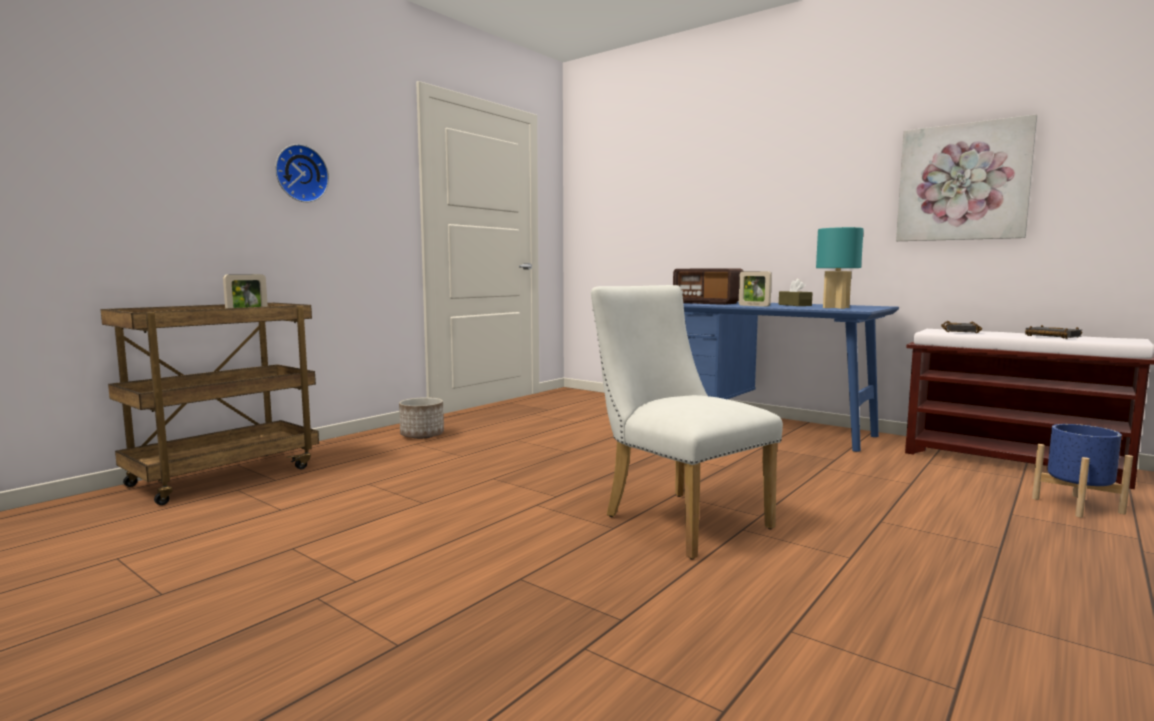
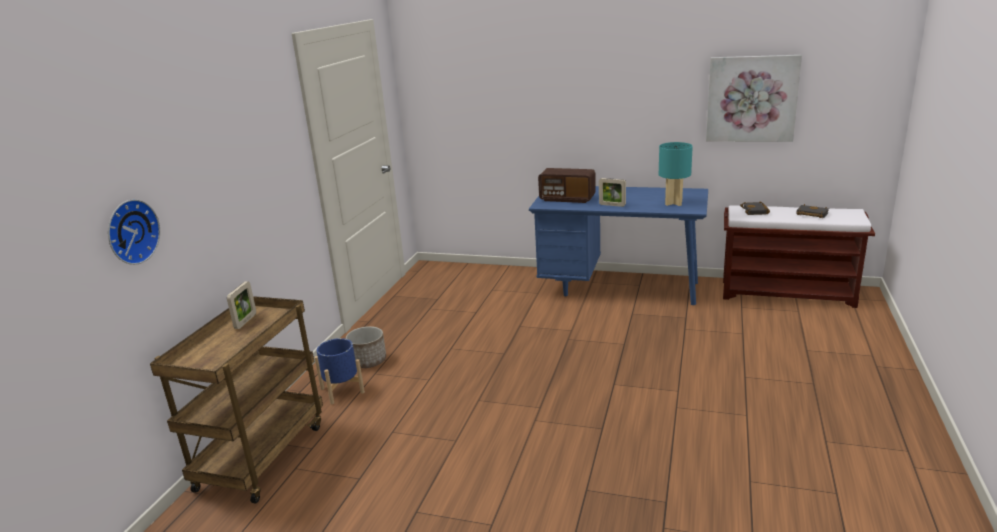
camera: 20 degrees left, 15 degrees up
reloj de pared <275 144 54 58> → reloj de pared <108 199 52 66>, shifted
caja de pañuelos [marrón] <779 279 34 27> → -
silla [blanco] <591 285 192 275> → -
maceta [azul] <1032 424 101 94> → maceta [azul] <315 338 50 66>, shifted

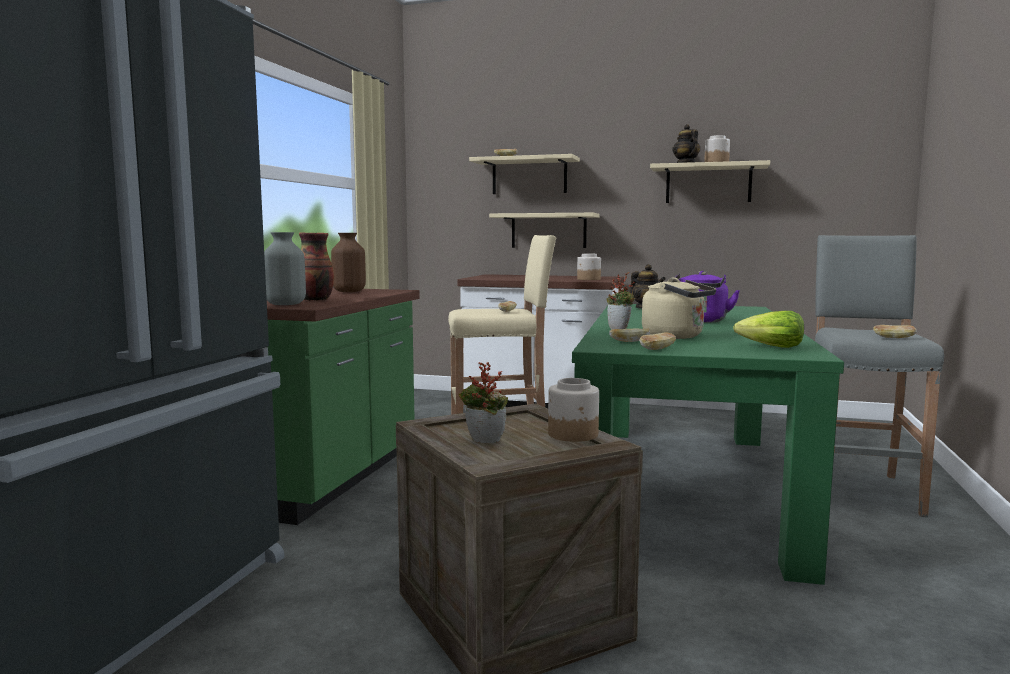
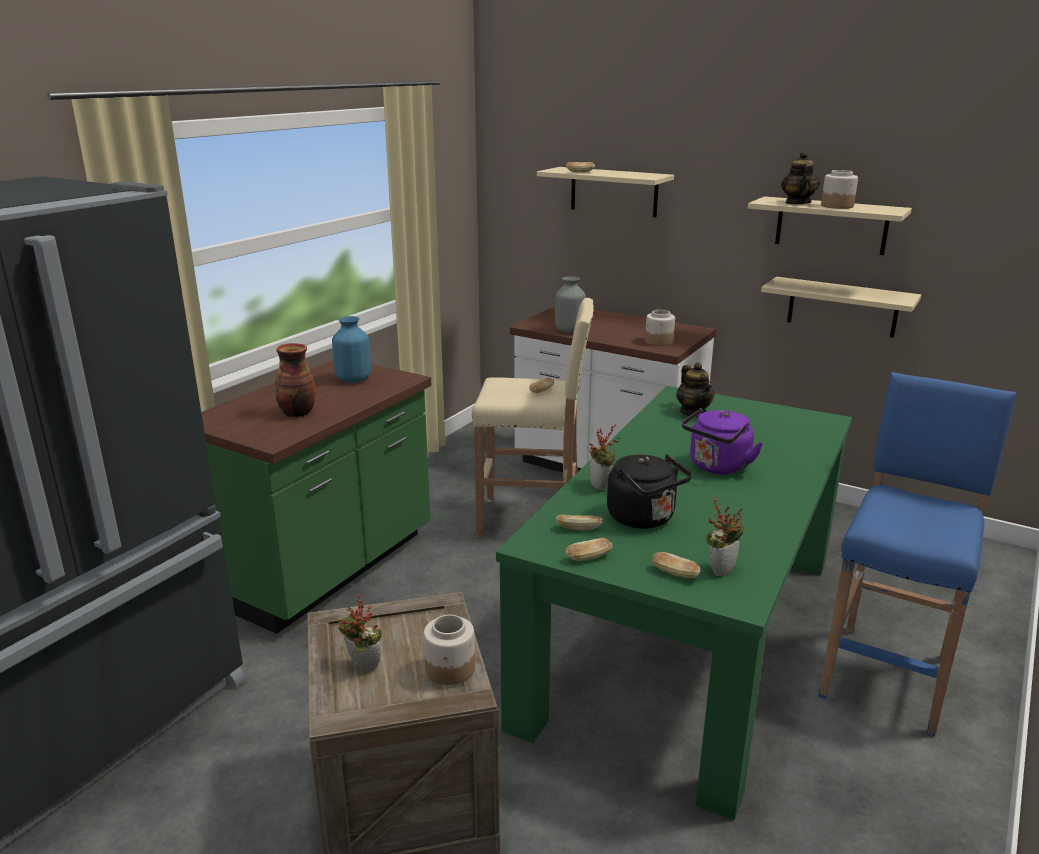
camera: 15 degrees right, 15 degrees up
estante [beis] <489 213 110 35> → estante [beis] <761 277 160 61>, shifted
florero [gris] <264 232 42 73> → florero [gris] <555 276 31 57>, shifted
florero [marrón] <331 233 35 59> → florero [azul] <332 316 39 67>
taburete [gris] <815 235 129 282> → taburete [azul] <818 372 198 365>
hervidor [beis] <642 277 74 62> → hervidor [negro] <607 454 85 75>
lechuga <733 311 71 37> → planta en maceta <706 497 38 79>
pan <873 325 44 13> → pan <652 552 48 26>, shifted

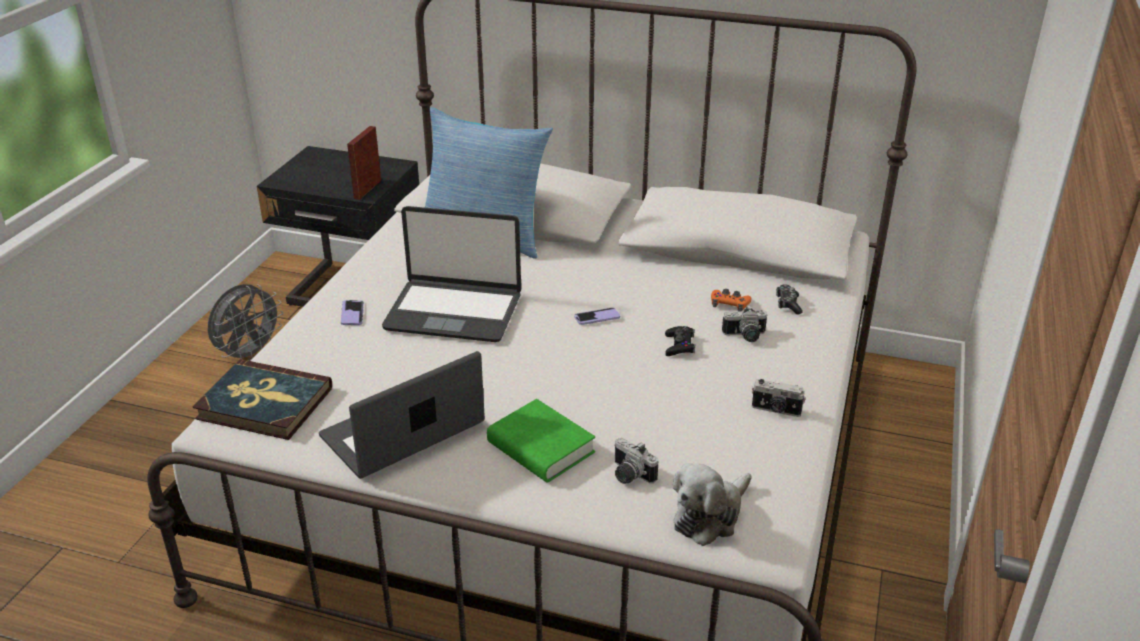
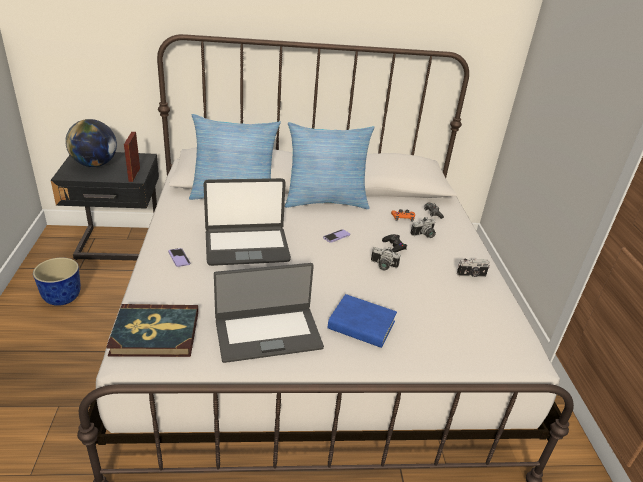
camera: 25 degrees left, 0 degrees up
ventilador [gris] <208 284 75 77> → maceta <33 258 48 48>
portátil <319 351 166 128> → portátil <214 263 110 100>, 135 degrees counterclockwise
libro [verde] <487 399 108 83> → libro [azul] <328 294 69 54>
cámara <614 438 44 46> → cámara <371 247 30 23>, shifted
peluche <673 463 79 83> → -
- → globo terráqueo <65 119 52 48>
- → cojín <285 122 89 87>

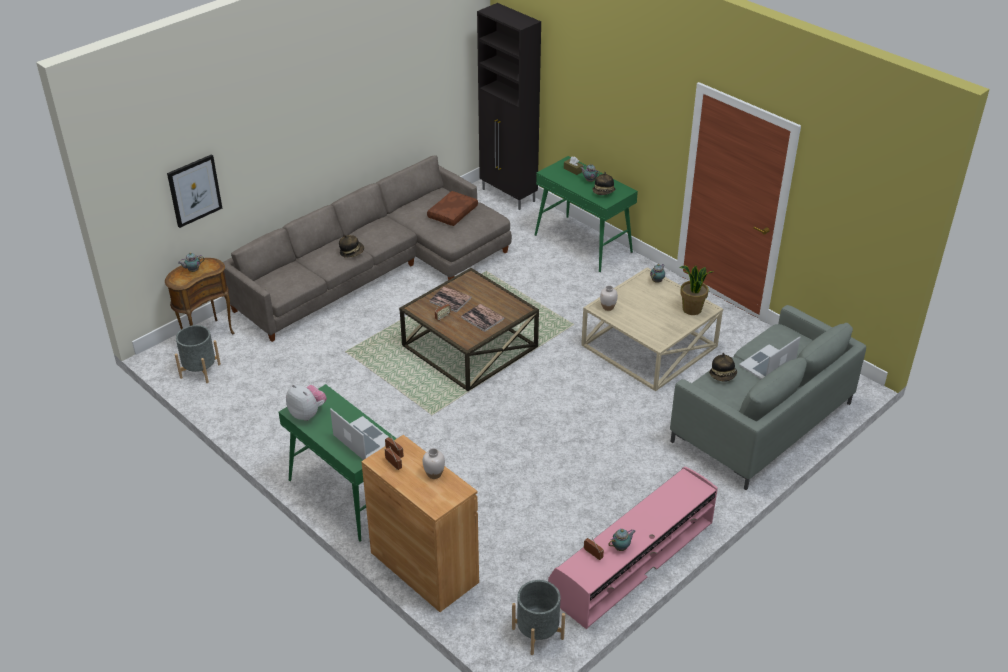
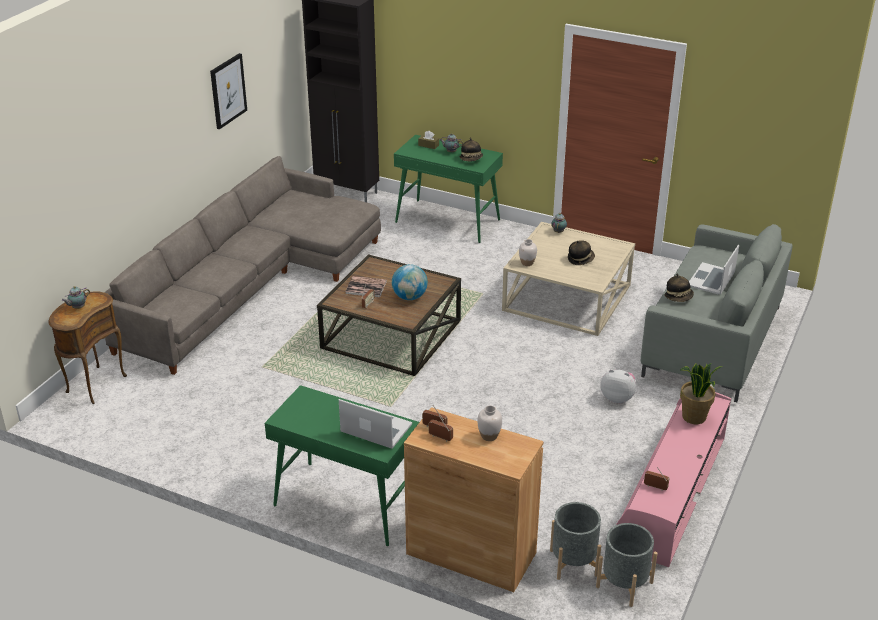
camera: 20 degrees left, 5 degrees down
cuadro <167 154 55 74> → cuadro <210 53 37 76>, shifted
cojín [marrón] <427 191 51 35> → -
sombrero <339 235 25 23> → sombrero <568 241 27 24>, shifted
planta en maceta <679 266 34 49> → planta en maceta <680 363 41 61>, shifted
libro <461 304 44 28> → globo terráqueo <392 264 36 36>
maceta [gris] <175 325 46 58> → maceta [gris] <550 502 51 78>, shifted
peluche <286 384 41 37> → peluche <601 369 35 35>, shifted
tetera <608 529 28 22> → -

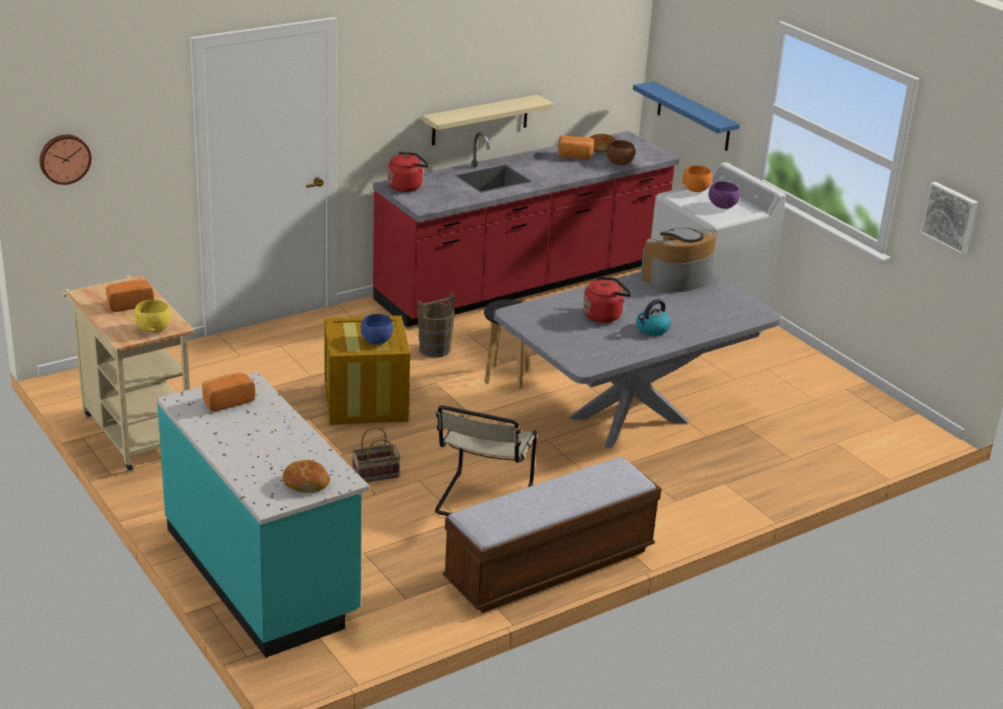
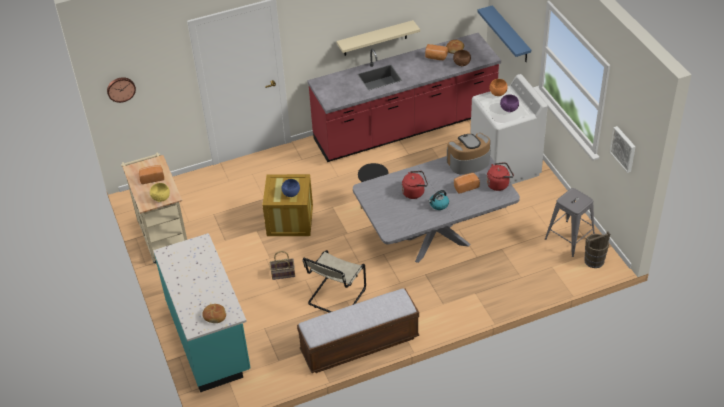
camera: 15 degrees right, 15 degrees up
hervidor [rojo] <387 152 42 40> → hervidor [rojo] <487 162 27 29>, shifted
cubo [marrón] <418 293 37 65> → cubo [marrón] <584 231 26 37>, shifted
pan <202 372 53 40> → pan <454 173 26 21>, shifted
- → taburete [gris] <545 188 50 69>

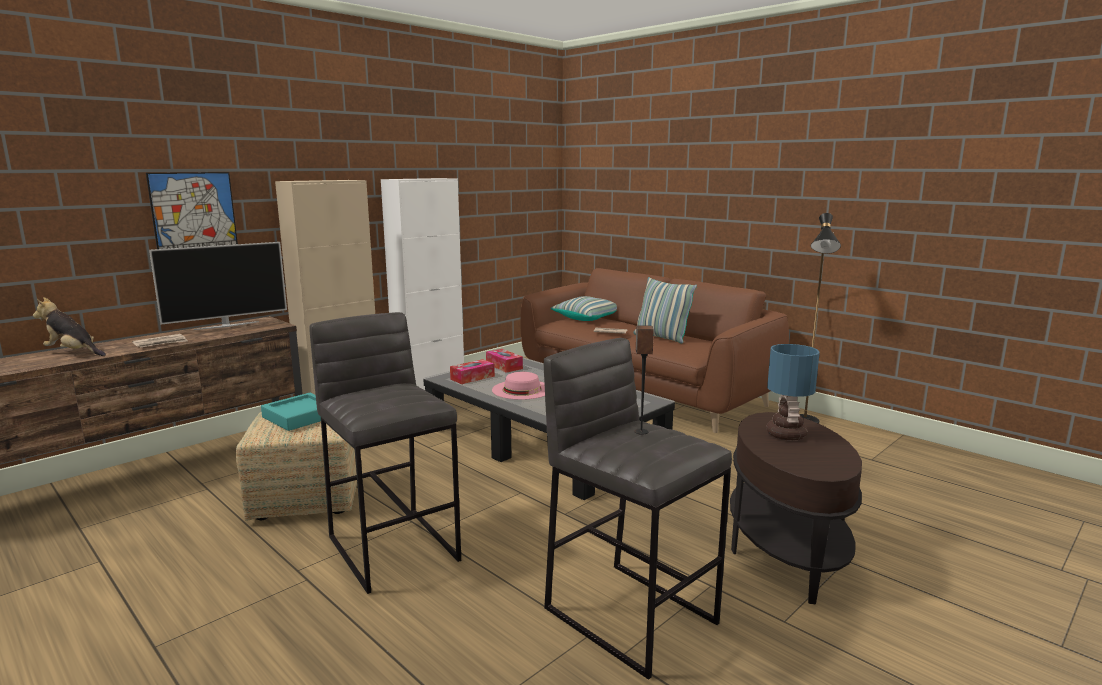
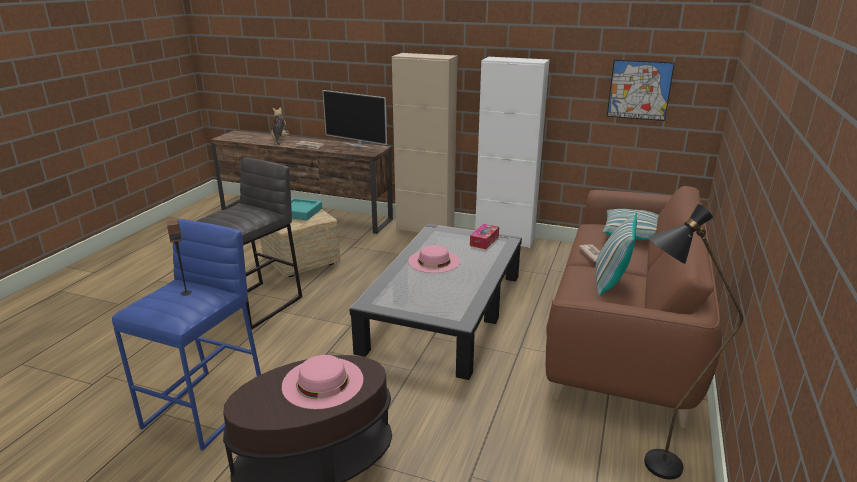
camera: 65 degrees right, 10 degrees up
cuadro <146 172 92 77> → cuadro <607 60 68 61>, shifted
taburete [gris] <544 338 188 342> → taburete [azul] <112 219 149 232>
lámpara de mesa <766 344 54 97> → sombrero [rosa] <282 355 81 54>
caja de pañuelos <450 359 45 25> → -

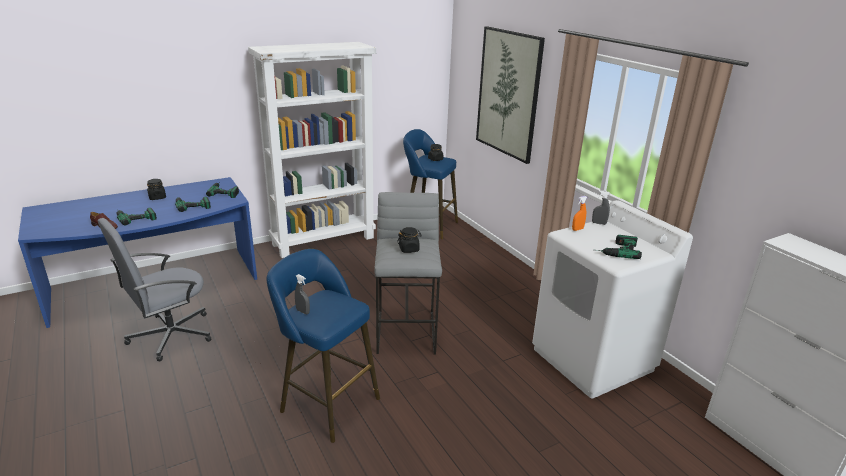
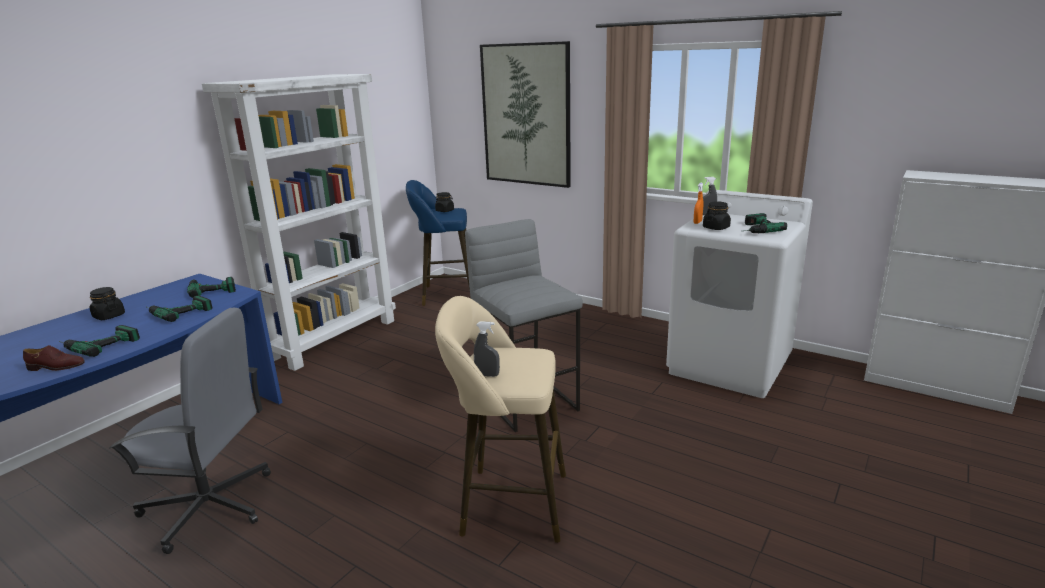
camera: 25 degrees left, 5 degrees down
silla de oficina [gris] <98 218 113 143> → silla de oficina [gris] <109 308 162 246>, 105 degrees counterclockwise
tarro [negro] <397 227 25 26> → tarro [negro] <703 201 28 29>, shifted
taburete [azul] <266 249 114 194> → taburete [beis] <435 296 131 247>

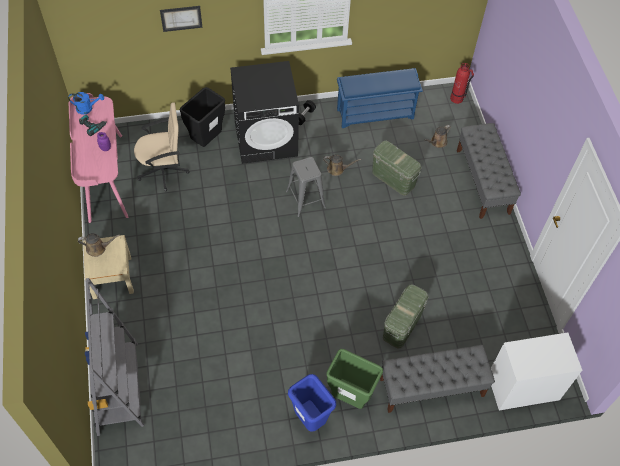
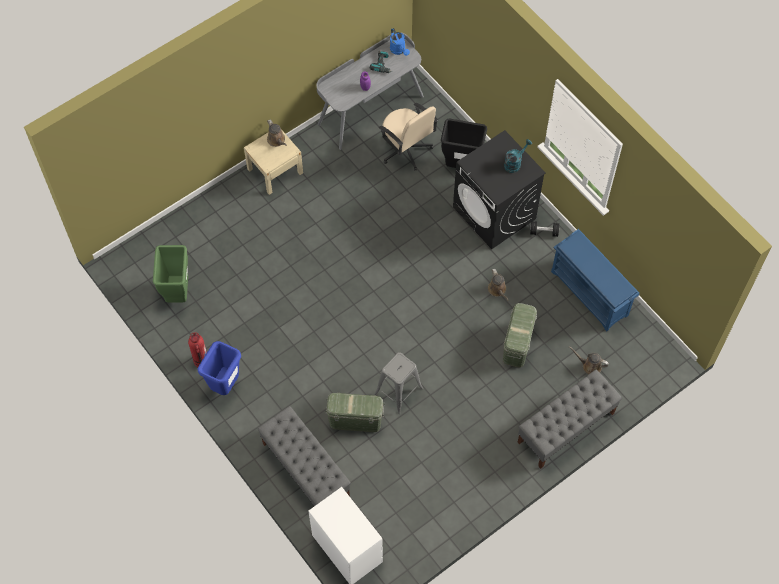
camera: 65 degrees right, 5 degrees up
cuadro <160 6 43 26> → -
extintor <450 63 24 41> → extintor <188 332 19 35>, shifted
escritorio [rosa] <69 93 59 130> → escritorio [gris] <316 32 108 118>
taburete [gris] <286 157 40 60> → taburete [gris] <374 352 49 62>, shifted
estantería [gris] <85 278 59 158> → -
papelera [verde] <327 349 56 60> → papelera [verde] <153 245 35 58>, shifted
- → regadera [turquesa] <504 139 28 34>

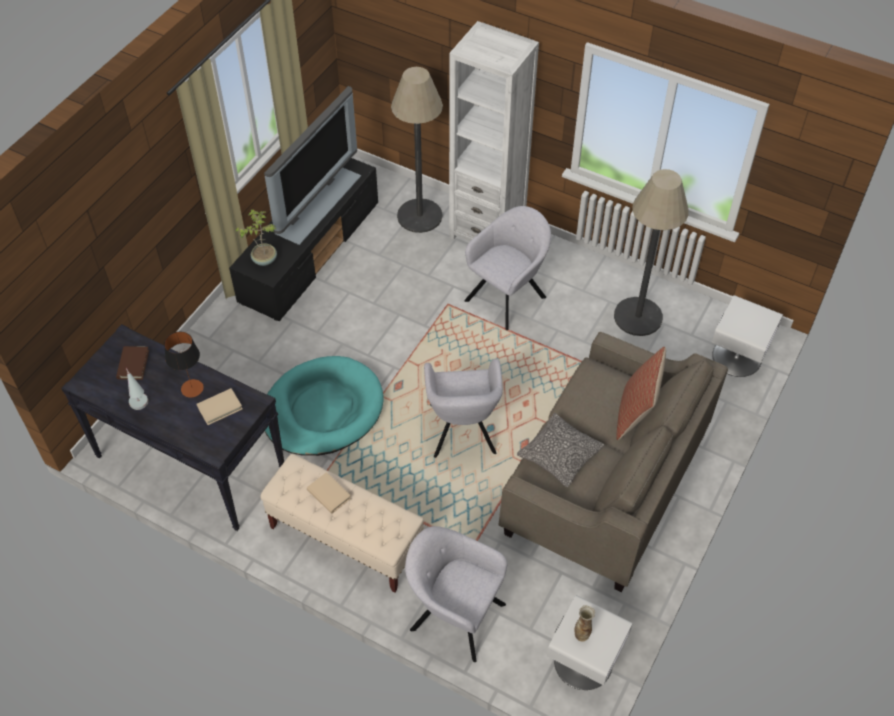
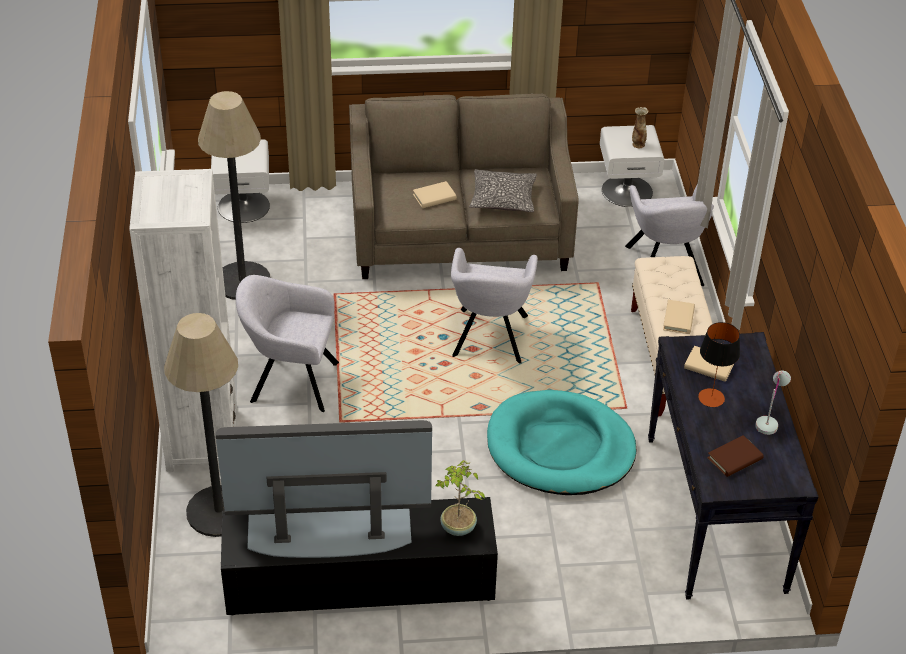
camera: 125 degrees left, 10 degrees down
cojín <616 347 50 93> → -
sillón [gris] <424 359 79 99> → sillón [gris] <451 248 87 116>, 135 degrees clockwise
- → libro [beis] <413 181 44 27>

